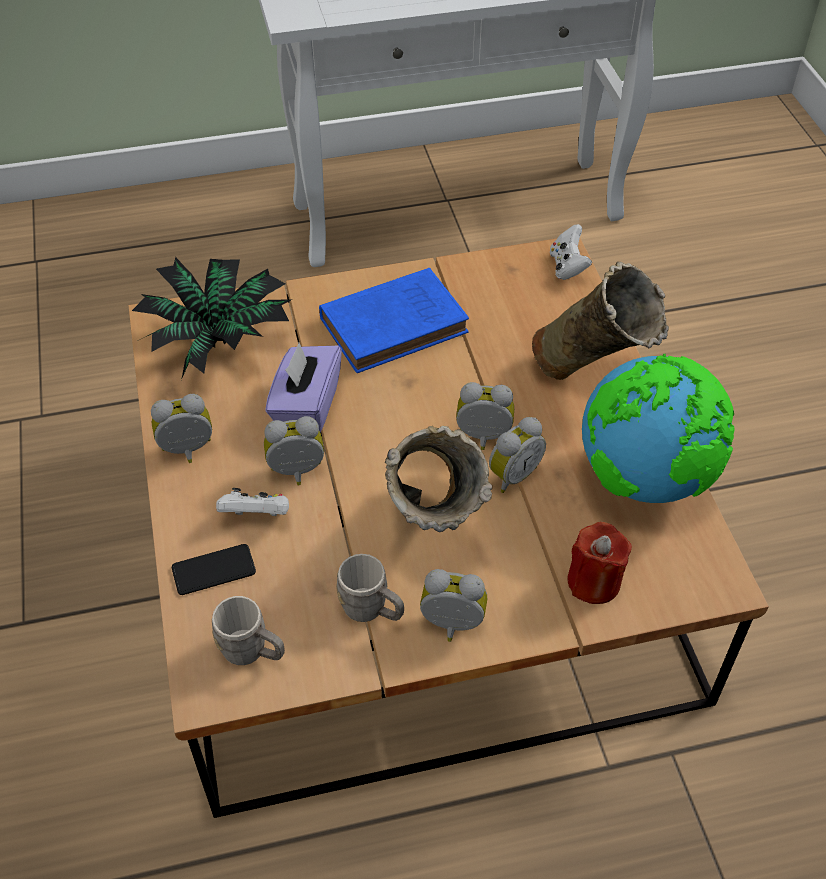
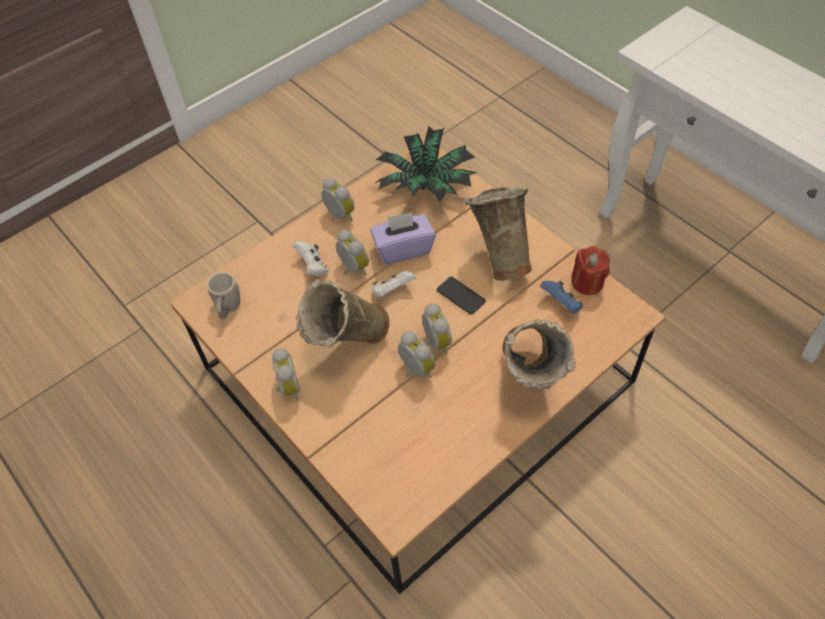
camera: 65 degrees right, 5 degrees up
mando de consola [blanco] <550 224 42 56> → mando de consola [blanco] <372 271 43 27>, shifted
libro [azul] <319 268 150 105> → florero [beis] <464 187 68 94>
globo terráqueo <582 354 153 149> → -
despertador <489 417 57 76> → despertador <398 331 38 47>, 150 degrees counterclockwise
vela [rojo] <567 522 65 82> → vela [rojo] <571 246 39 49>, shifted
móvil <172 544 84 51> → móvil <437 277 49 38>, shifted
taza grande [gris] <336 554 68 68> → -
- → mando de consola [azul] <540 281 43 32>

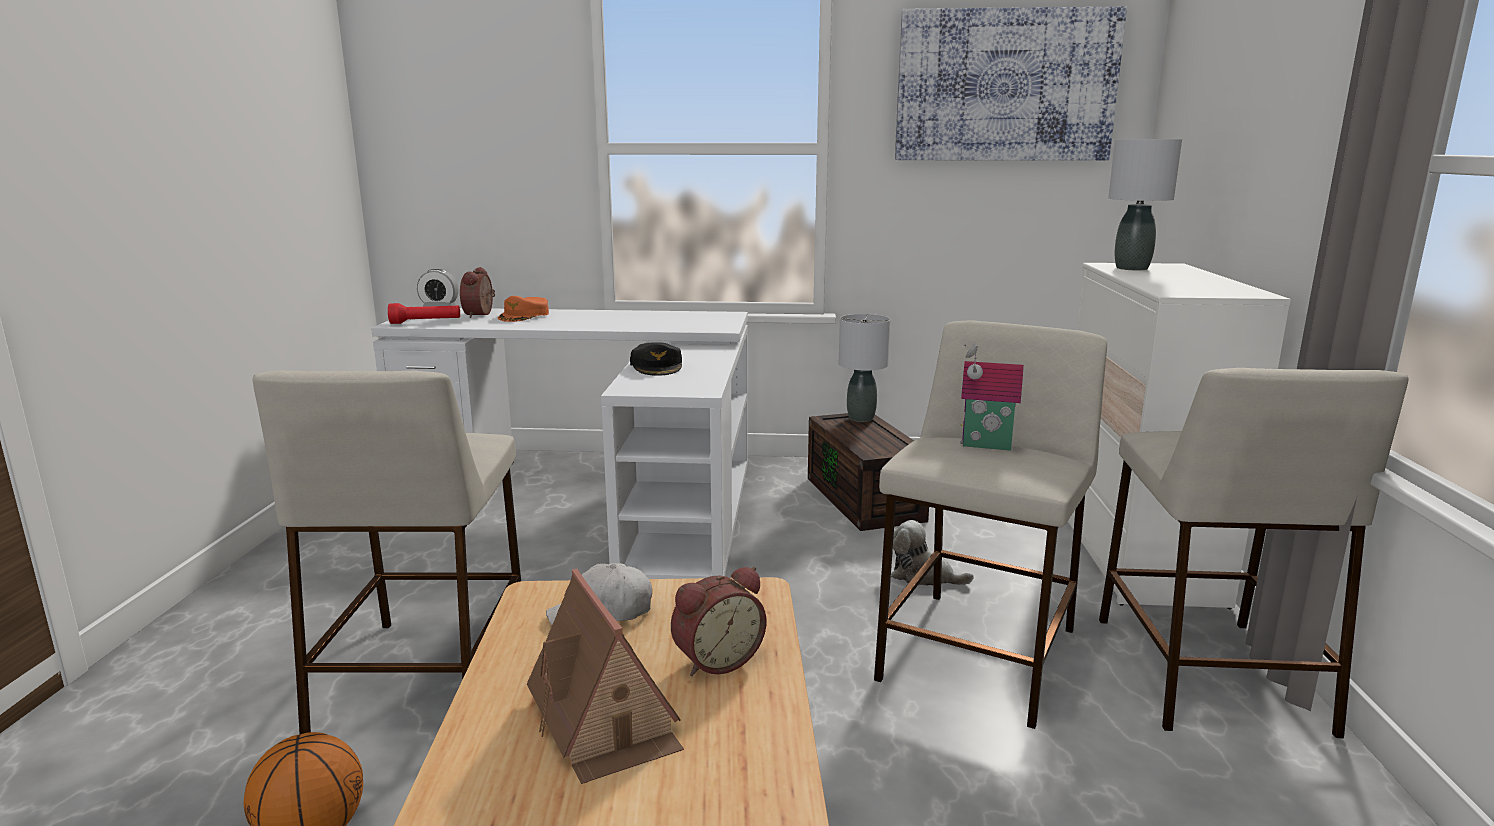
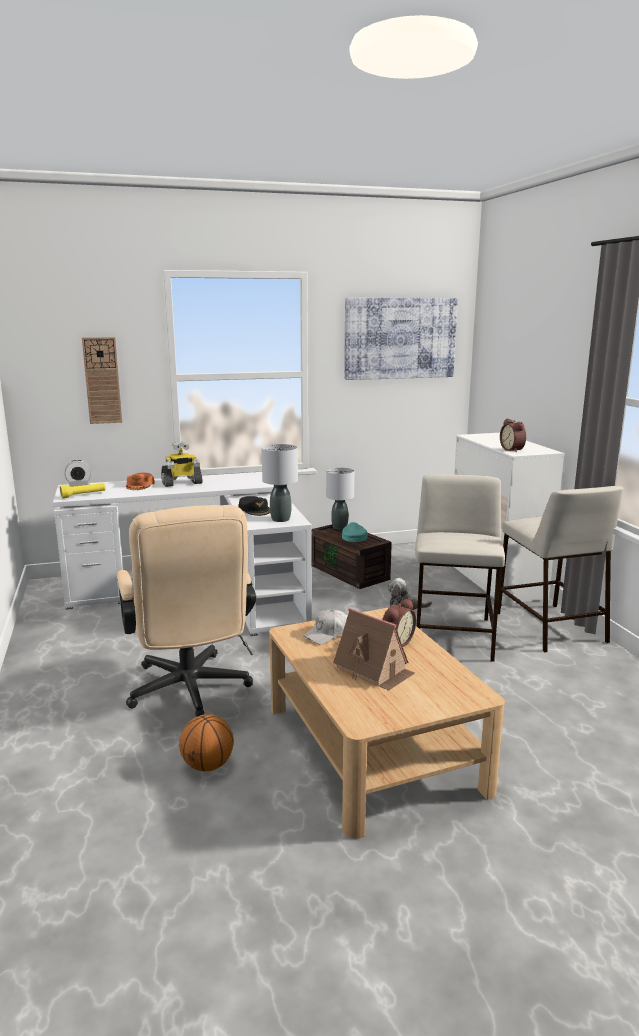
camera: 20 degrees left, 0 degrees up
lámpara de mesa [gris] <1108 139 74 132> → lámpara de mesa [gris] <262 444 36 78>, shifted
despertador <460 267 35 51> → despertador <500 419 26 34>, shifted
linterna [rojo] <388 303 72 21> → linterna [amarillo] <60 483 46 15>
casita <960 343 64 108> → -
taburete [beis] <253 370 268 364> → silla de oficina [beis] <117 505 139 212>
- → reloj de pared <82 337 40 87>
- → robot de juguete <161 441 42 46>
- → gorra [turquesa] <342 522 26 20>

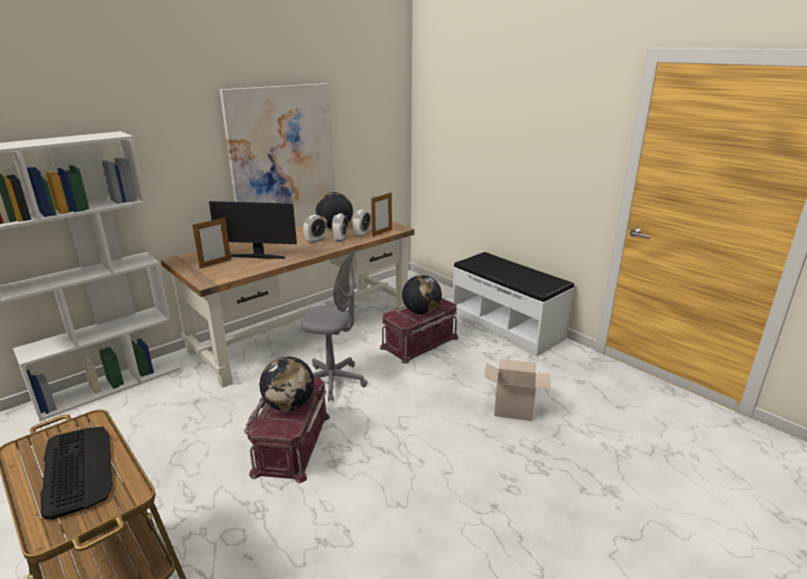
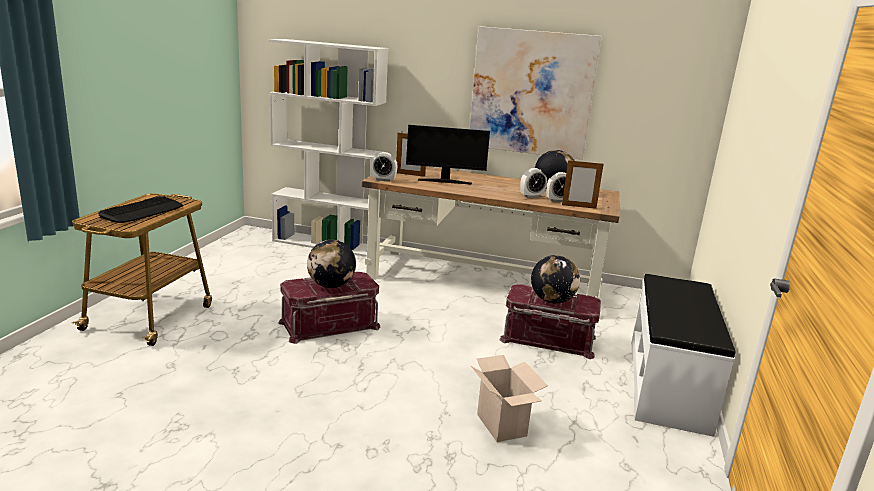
camera: 55 degrees right, 5 degrees down
monitor <209 201 88 58> → monitor <406 125 84 60>, 60 degrees counterclockwise
despertador <303 214 24 29> → despertador <371 152 26 30>, shifted
silla de oficina [gris] <300 249 67 153> → -

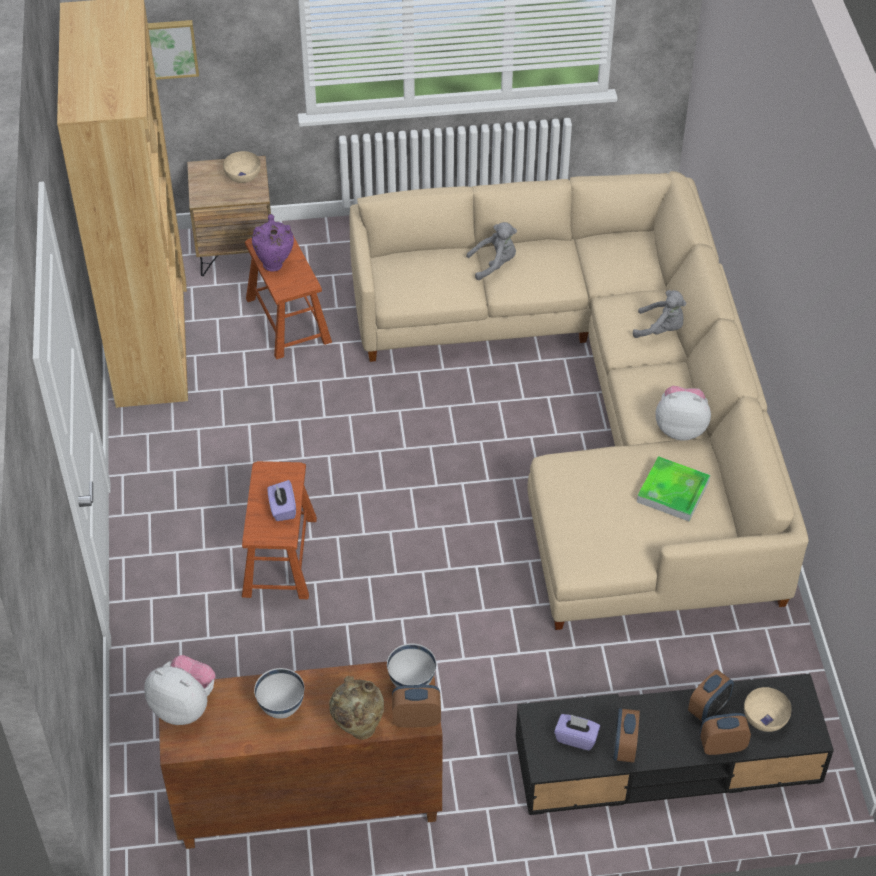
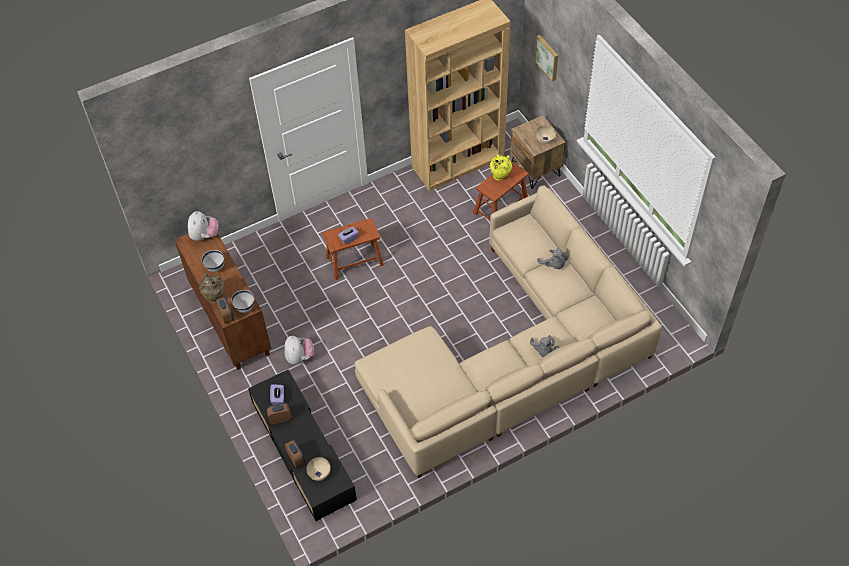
camera: 70 degrees right, 5 degrees up
florero [morado] <252 214 42 57> → florero [amarillo] <490 154 22 27>
peluche <656 386 55 55> → peluche <284 336 31 29>, shifted
bandeja <637 456 73 65> → -
despertador <688 670 46 52> → -

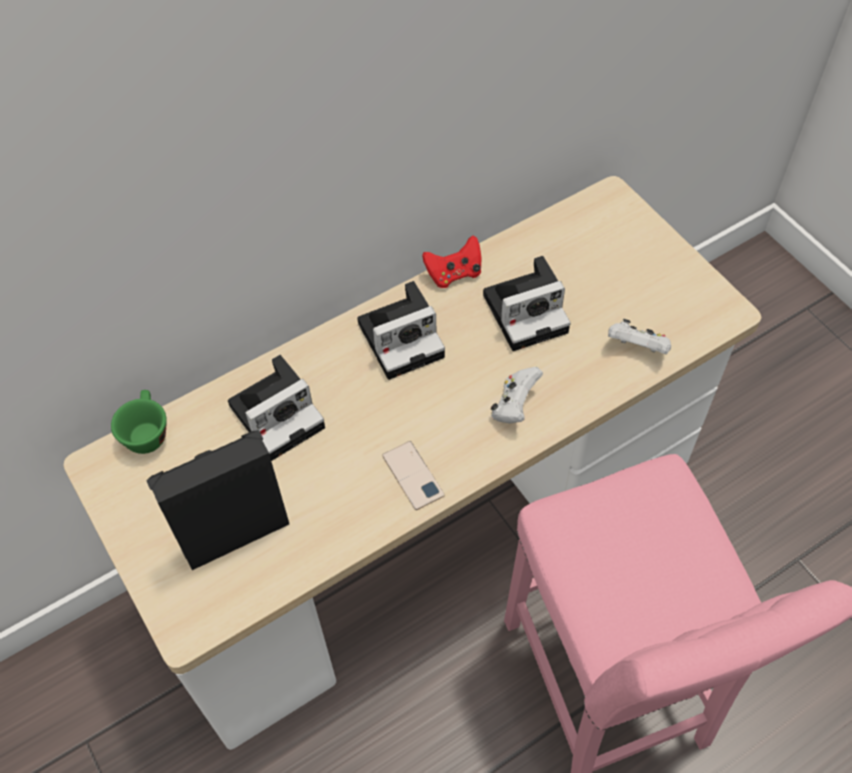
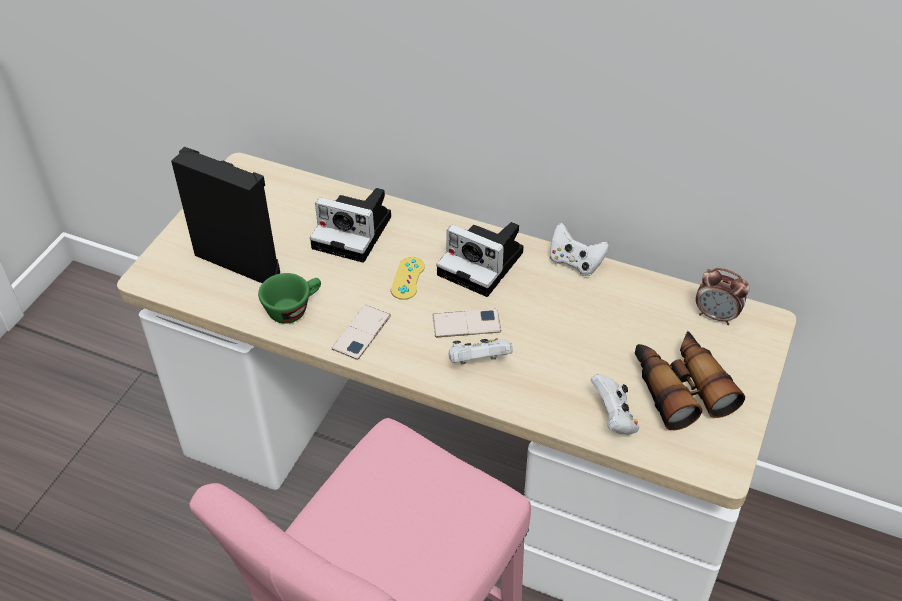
camera: 55 degrees right, 10 degrees down
mando de consola [rojo] <422 236 60 52> → mando de consola [blanco] <550 223 60 53>
cámara <483 256 88 95> → -
taza [verde] <111 390 56 64> → taza [verde] <258 273 63 51>, shifted
- → mando de consola [amarillo] <391 257 34 43>
- → despertador <696 268 54 57>
- → móvil <432 309 69 28>
- → prismáticos <635 331 110 99>

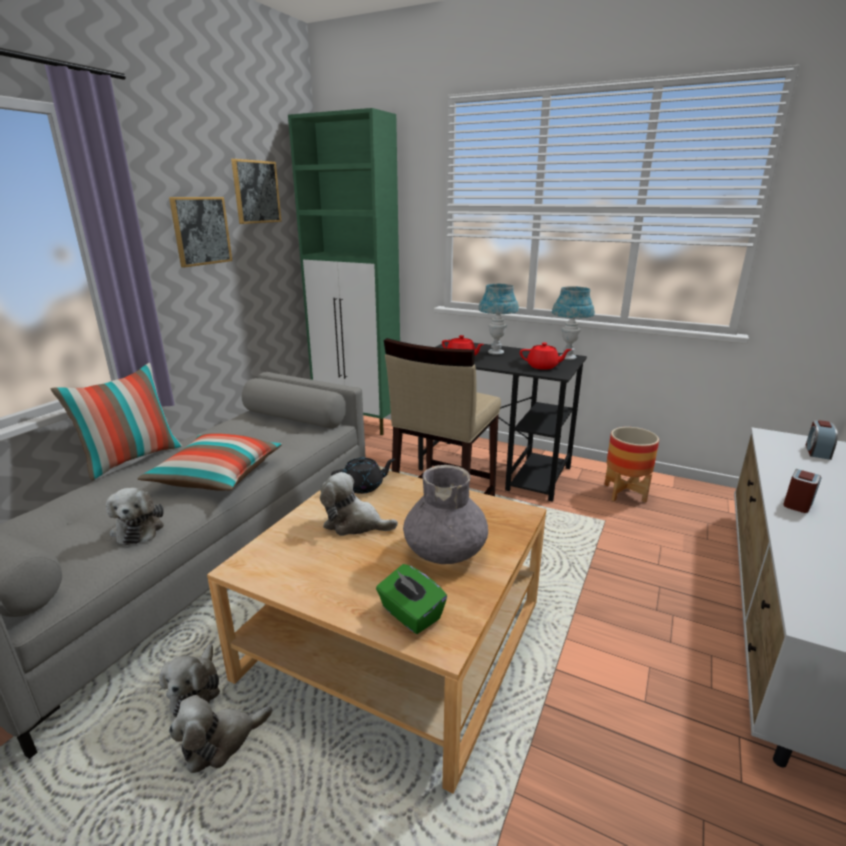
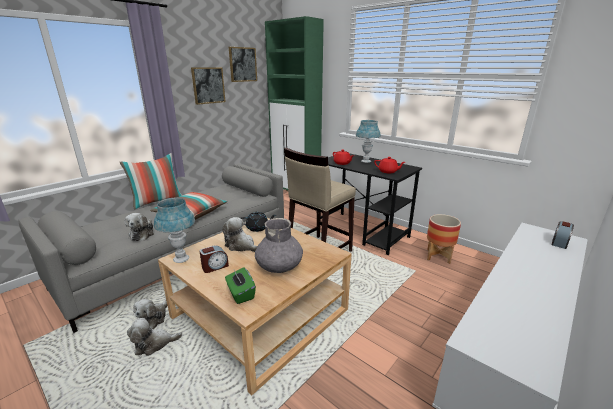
camera: 15 degrees right, 0 degrees up
lámpara de mesa [azul] <552 286 43 74> → lámpara de mesa [azul] <154 198 41 65>, shifted
despertador <783 469 39 44> → despertador <200 246 29 27>, shifted

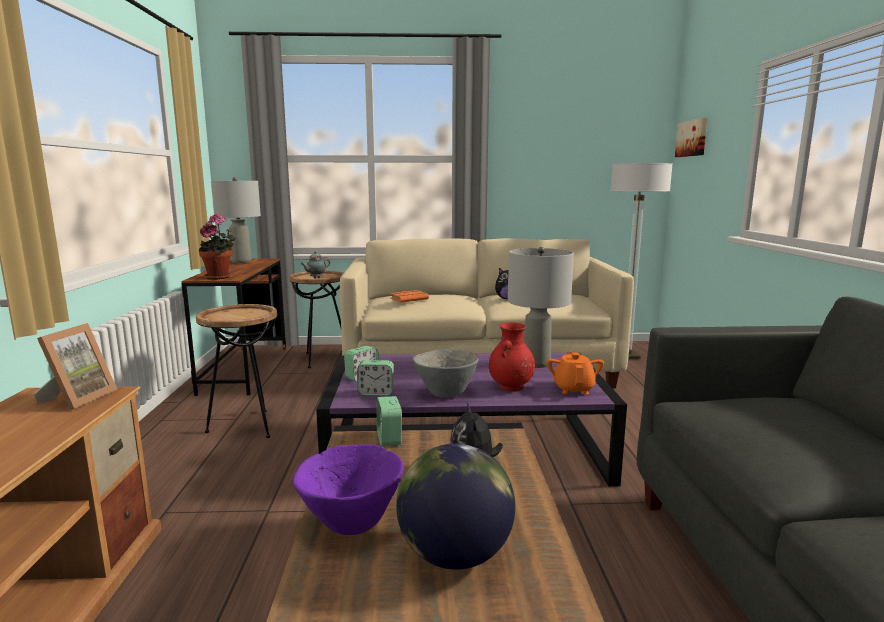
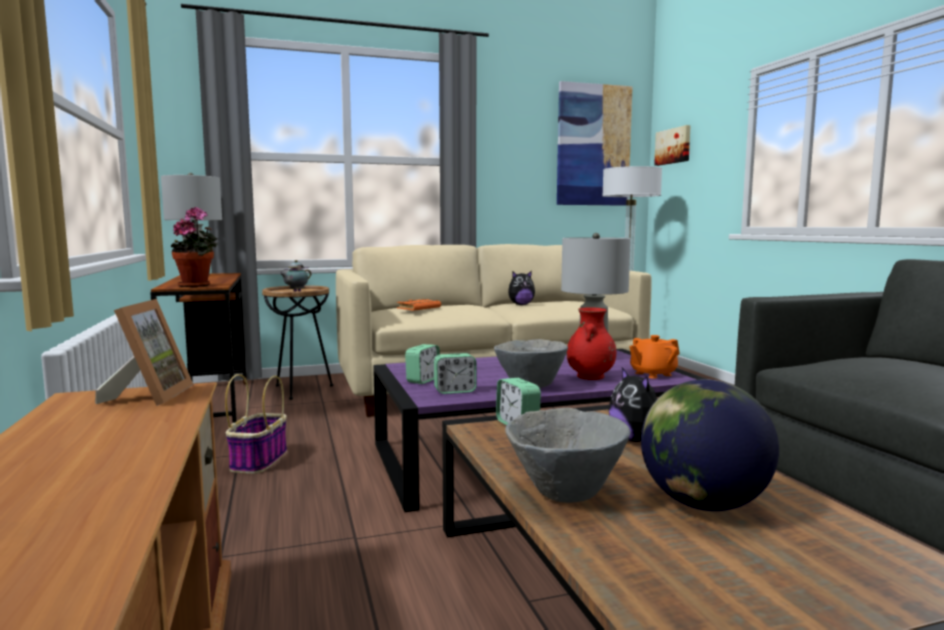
camera: 15 degrees left, 5 degrees down
mesa auxiliar [marrón] <196 304 81 134> → cesta <225 374 62 100>
tetera [naranja] <546 351 58 43> → tetera [naranja] <629 335 51 44>, 105 degrees counterclockwise
cuenco [morado] <293 444 111 91> → cuenco [gris] <505 408 126 95>
- → cuadro <557 81 76 125>

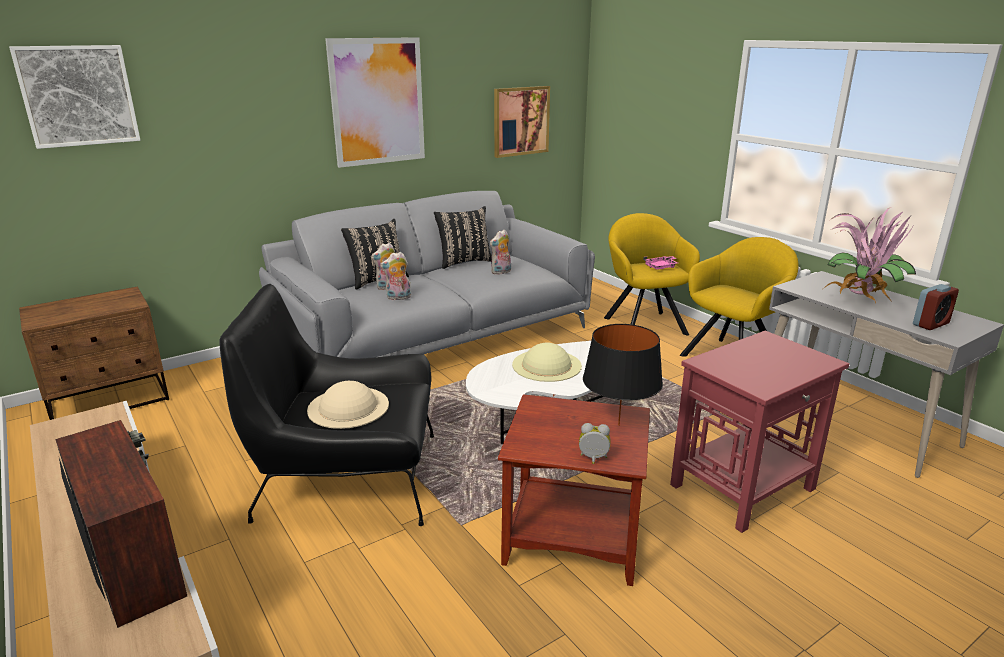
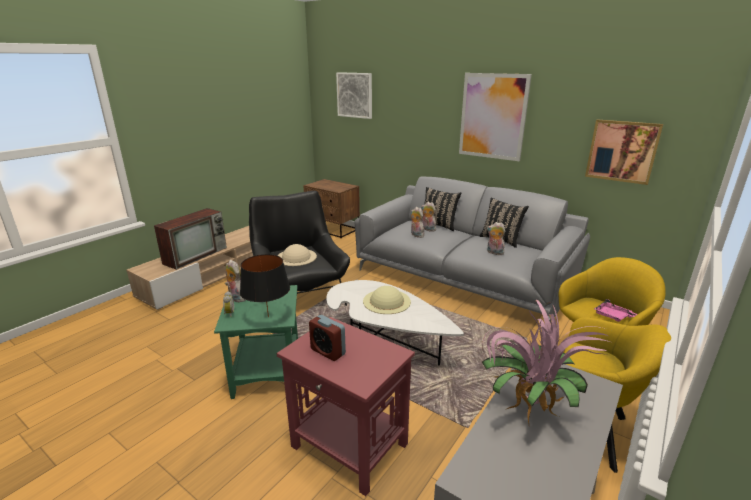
camera: 70 degrees right, 0 degrees up
despertador <913 284 46 46> → despertador <309 315 37 46>, shifted
mesa auxiliar [marrón] <498 394 152 192> → mesa auxiliar [verde] <214 285 84 114>
- → peluche <225 259 20 43>

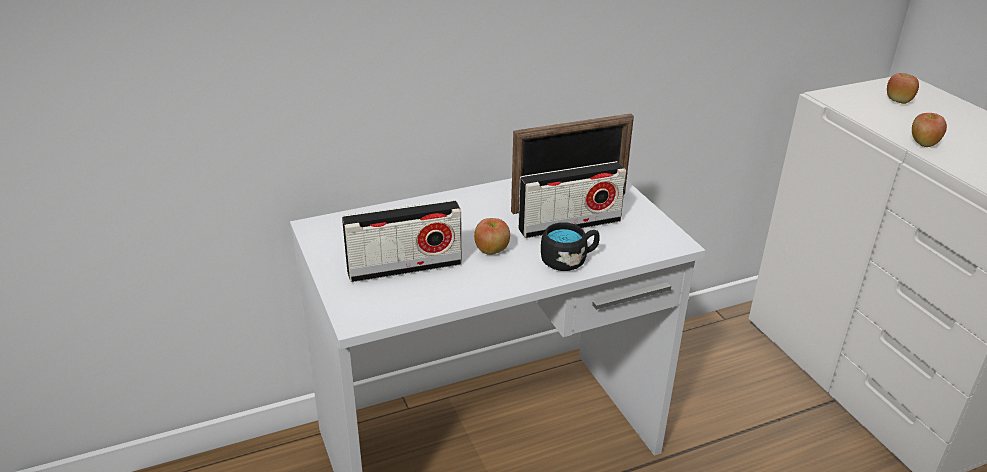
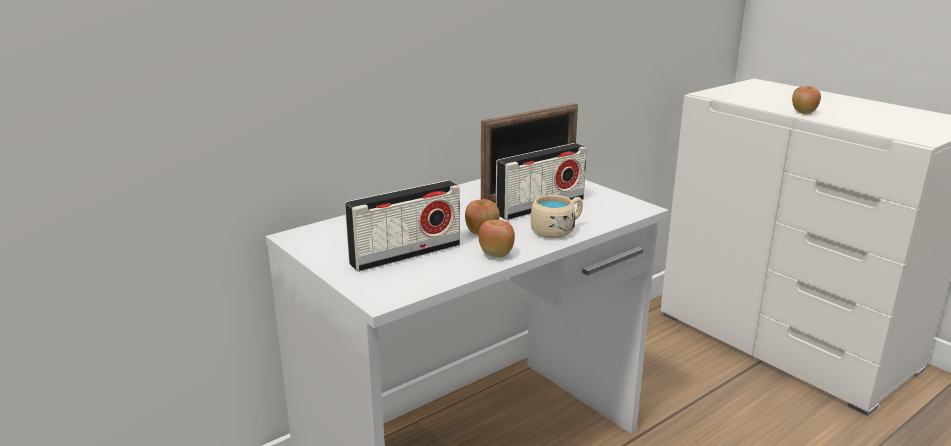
camera: 15 degrees left, 10 degrees down
manzana <887 73 32 31> → manzana <478 220 37 38>, shifted
taza grande [negro] <541 222 59 49> → taza grande [beis] <531 195 52 43>

